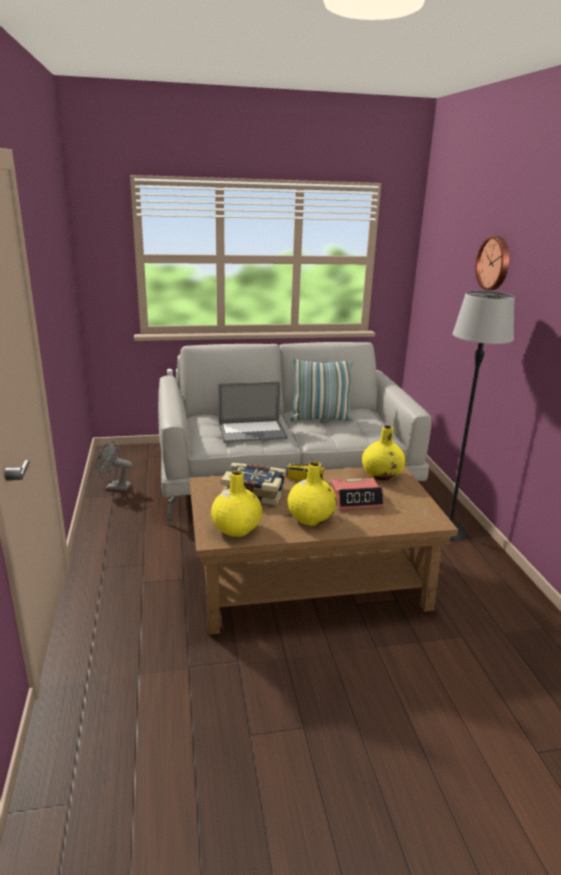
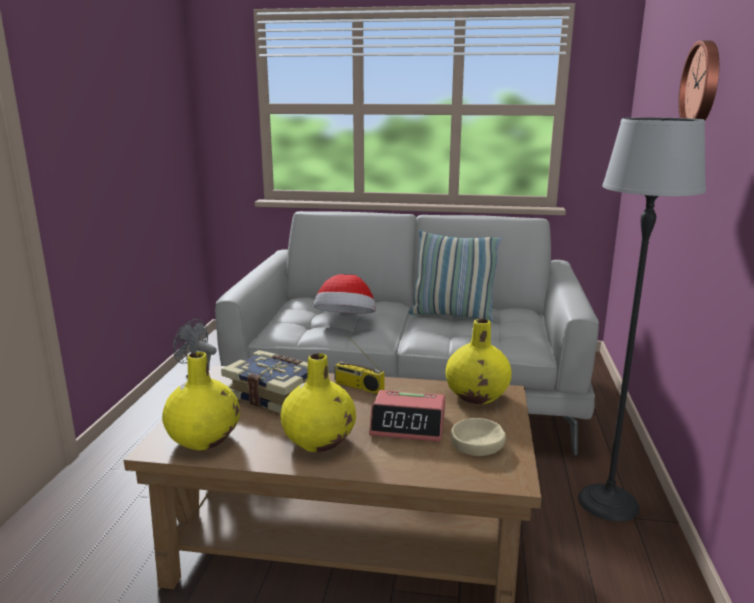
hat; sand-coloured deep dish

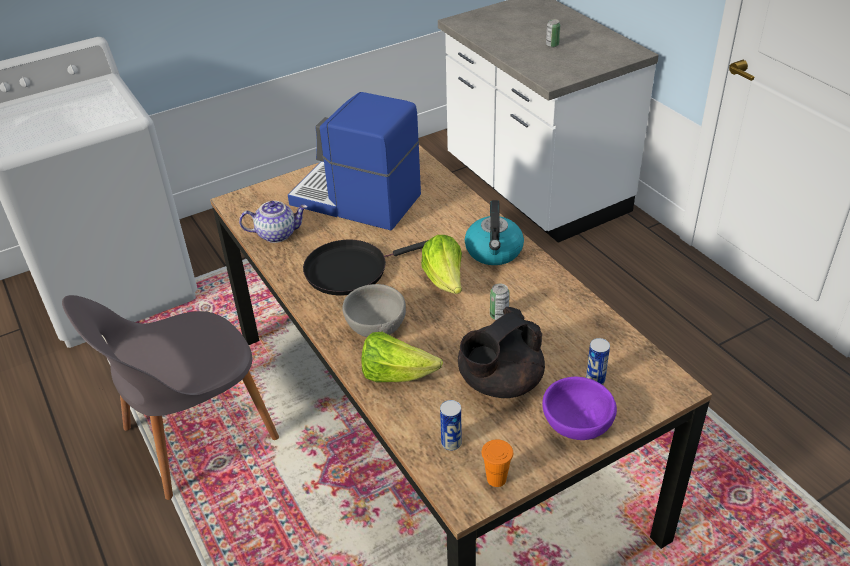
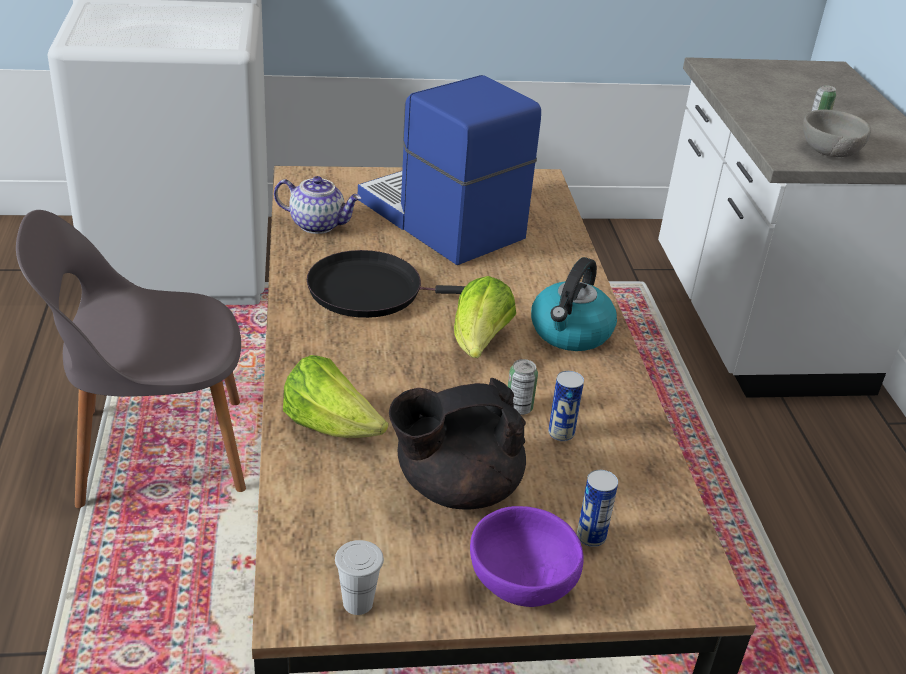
white-coloured drinking cup; sealed can (no. 2 from left); greyish deep dish

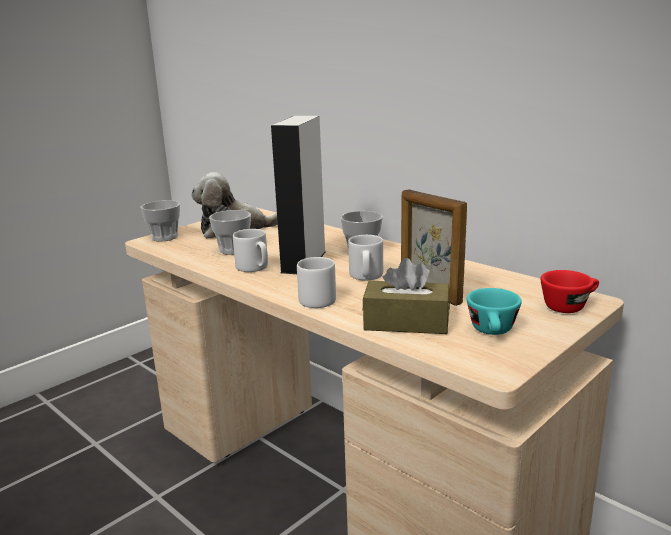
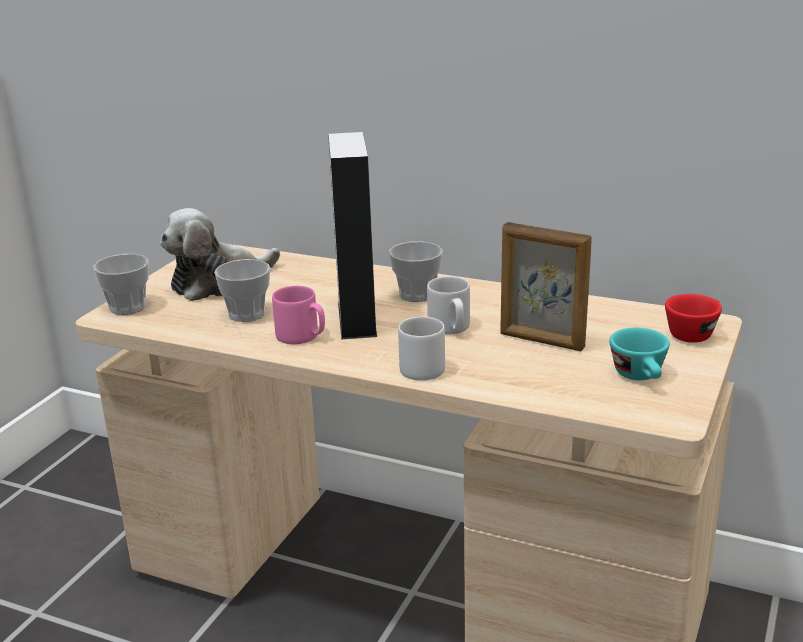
pinkish coffee mug; brown tissue holder

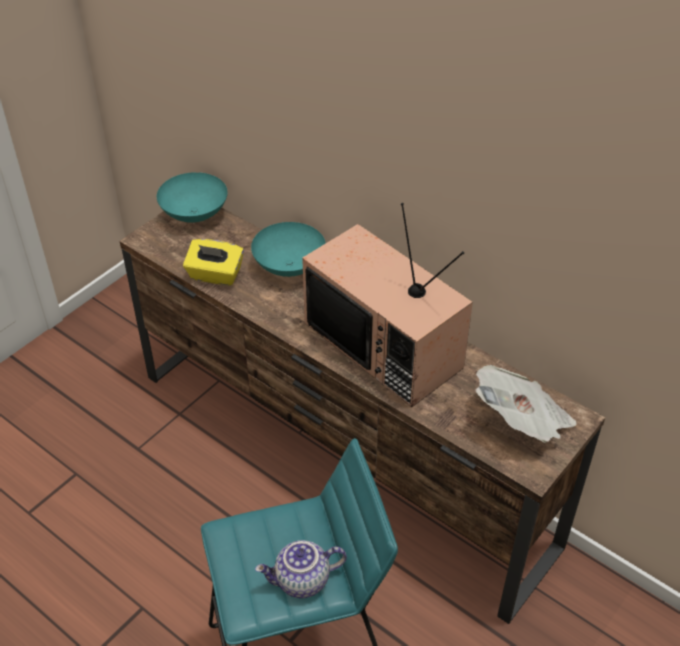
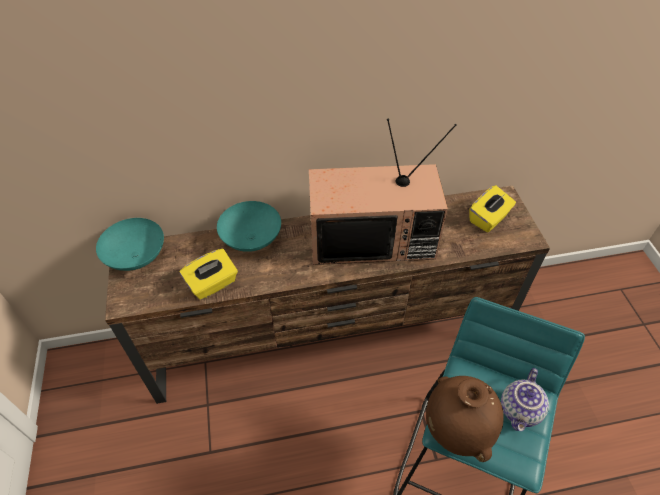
brown vase; yellow-coloured tissue holder (no. 2 from left)

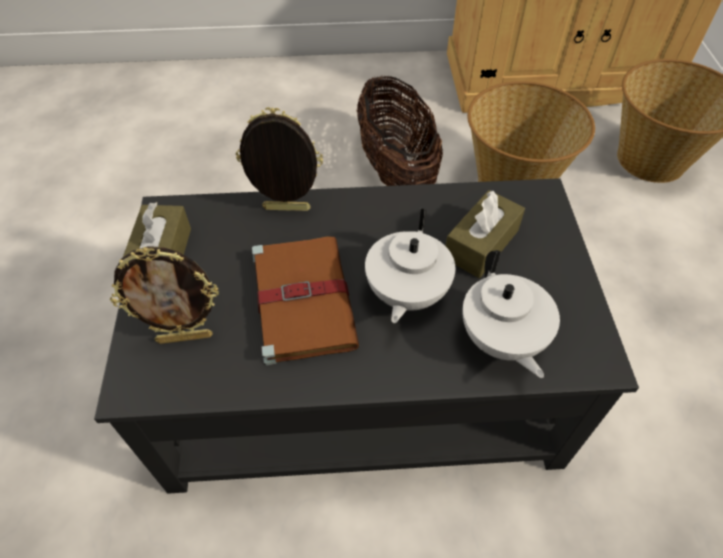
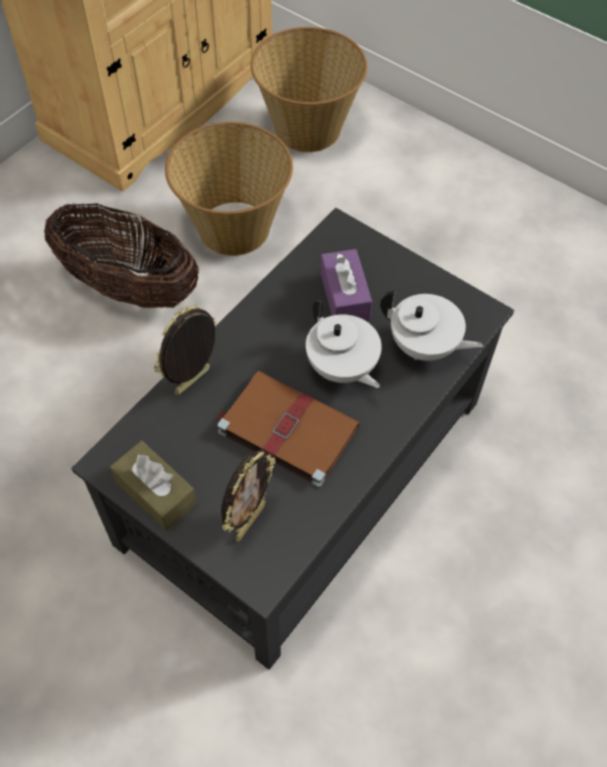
purplish tissue holder

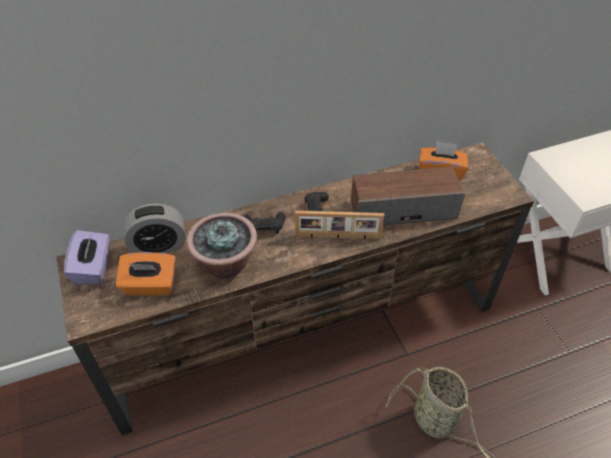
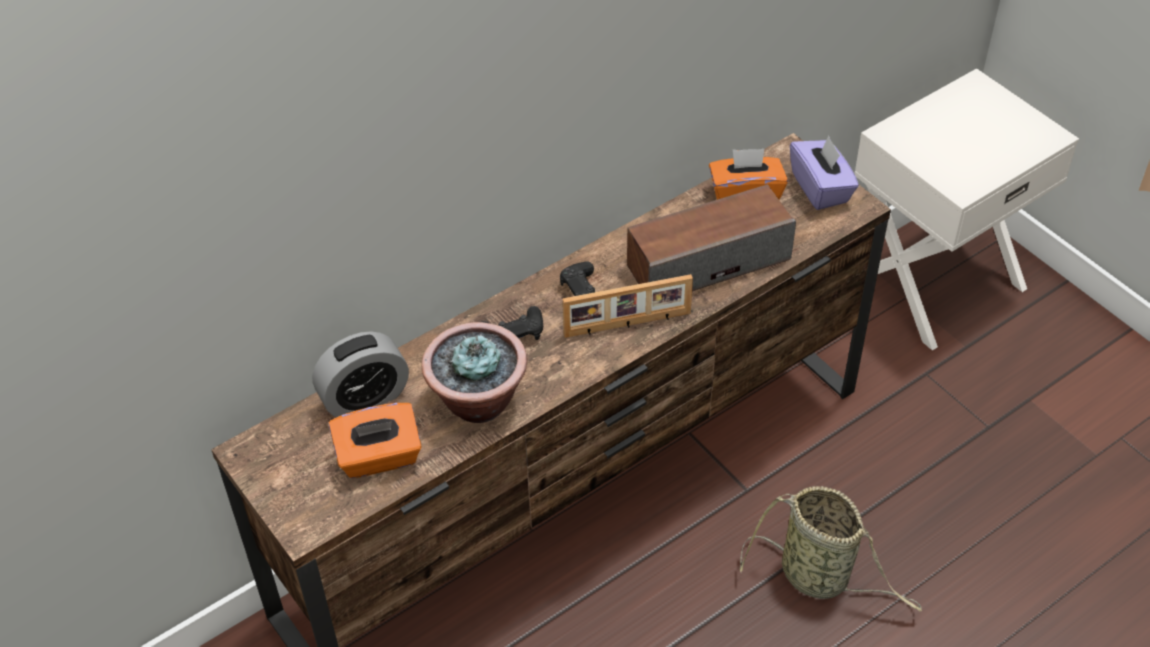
purplish tissue holder

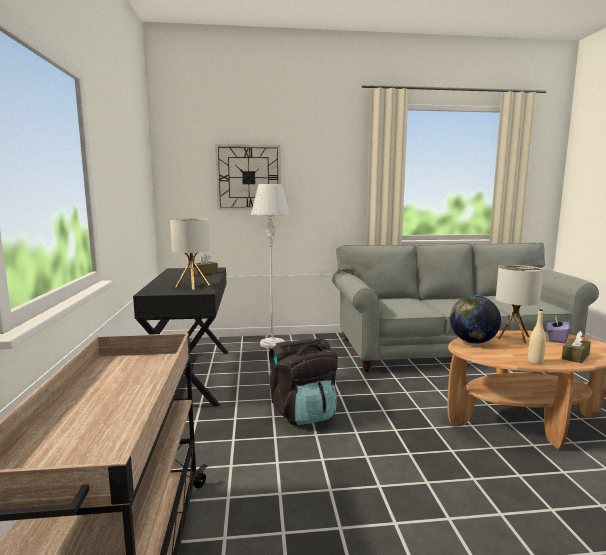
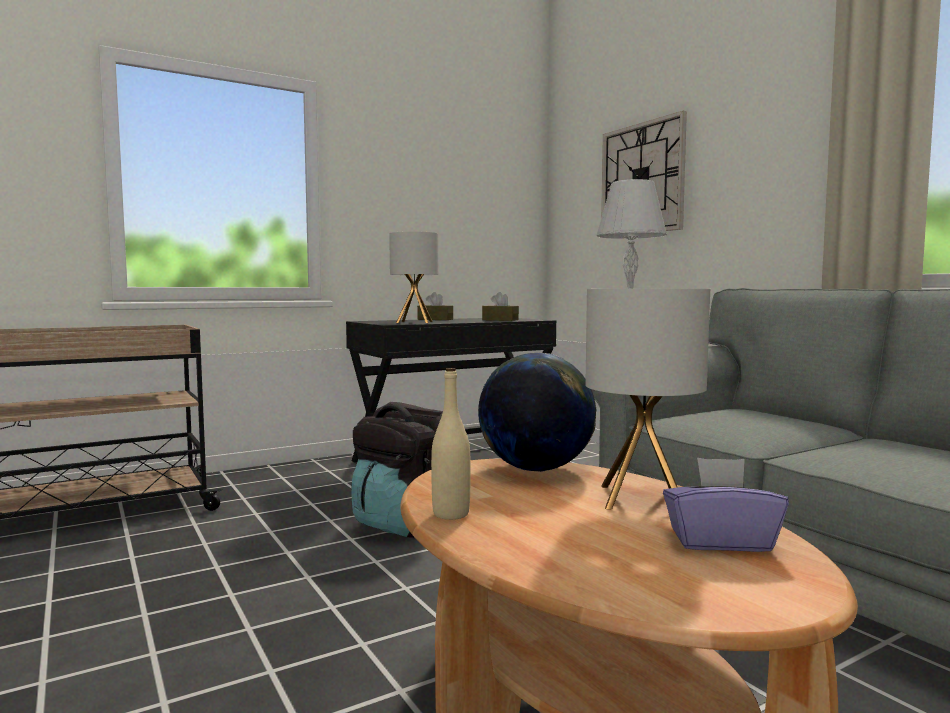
brown tissue holder (no. 1 from left)

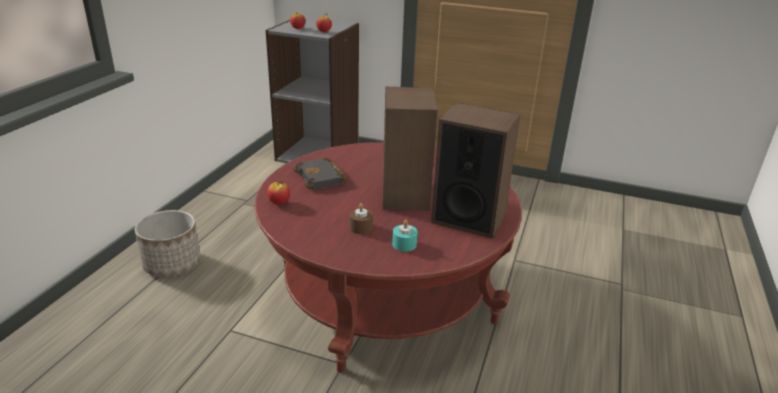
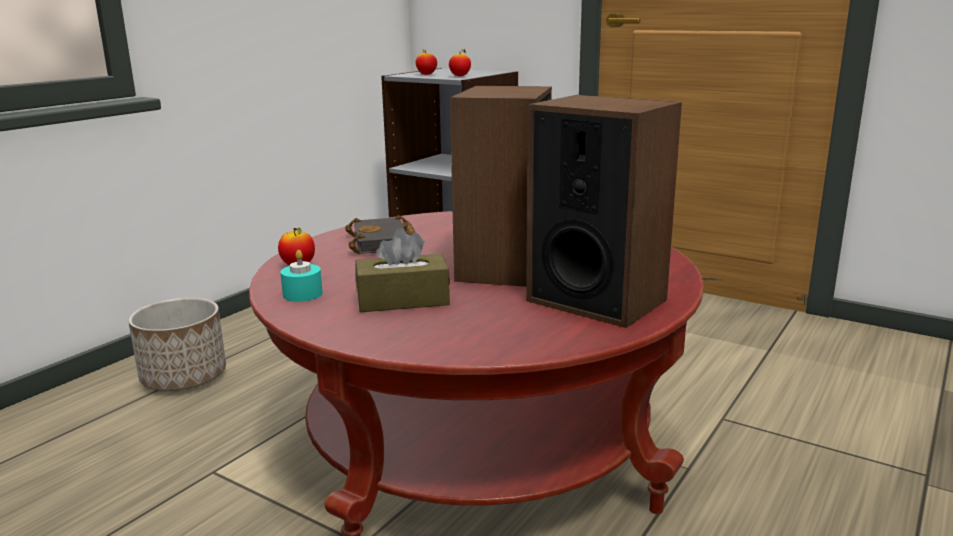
turquoise-coloured wax light; brown tissue holder

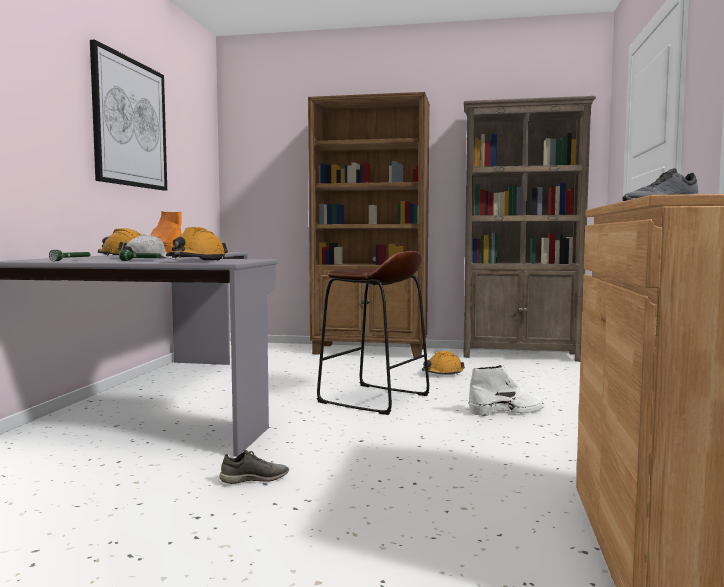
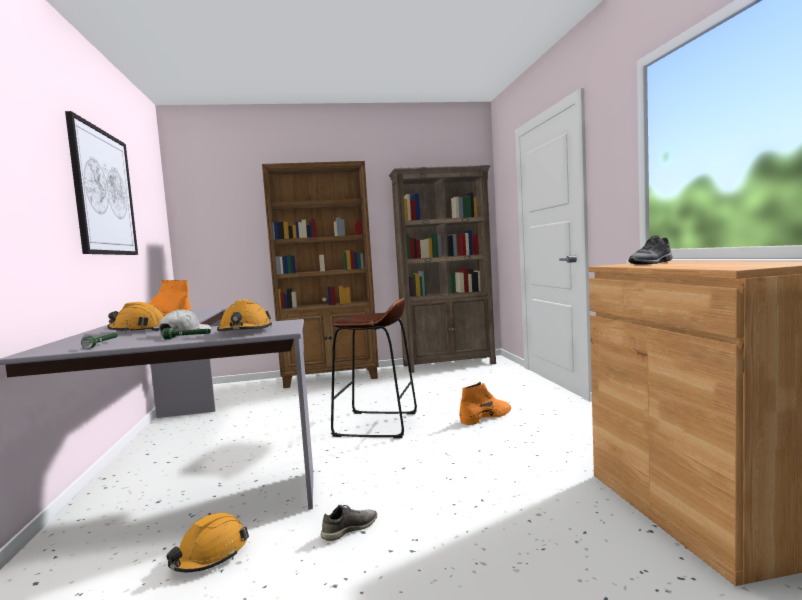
orangey hard hat (no. 2 from left); orangey tall boot (no. 2 from left)

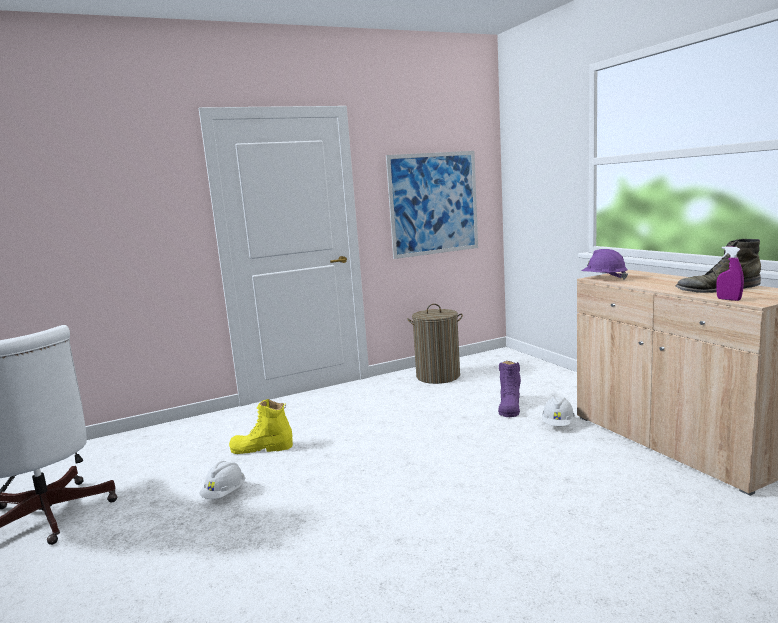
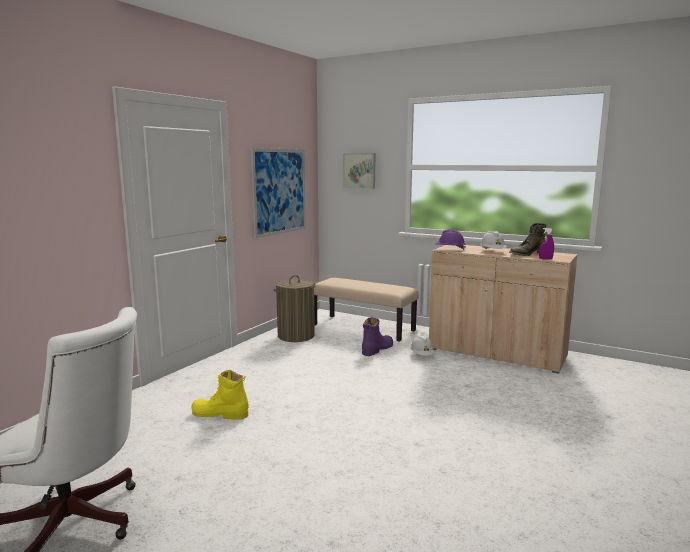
yellow-coloured tall boot; sand-coloured indoor bench; picture (no. 2 from left); purplish tall boot; white-coloured hard hat (no. 2 from left)

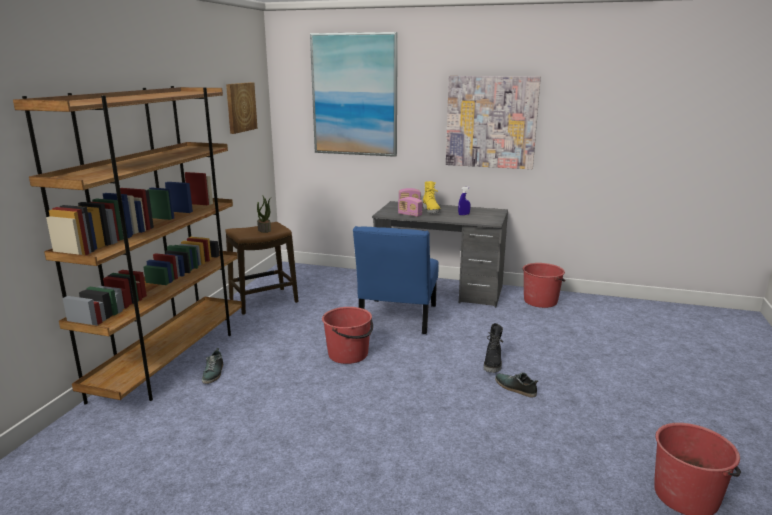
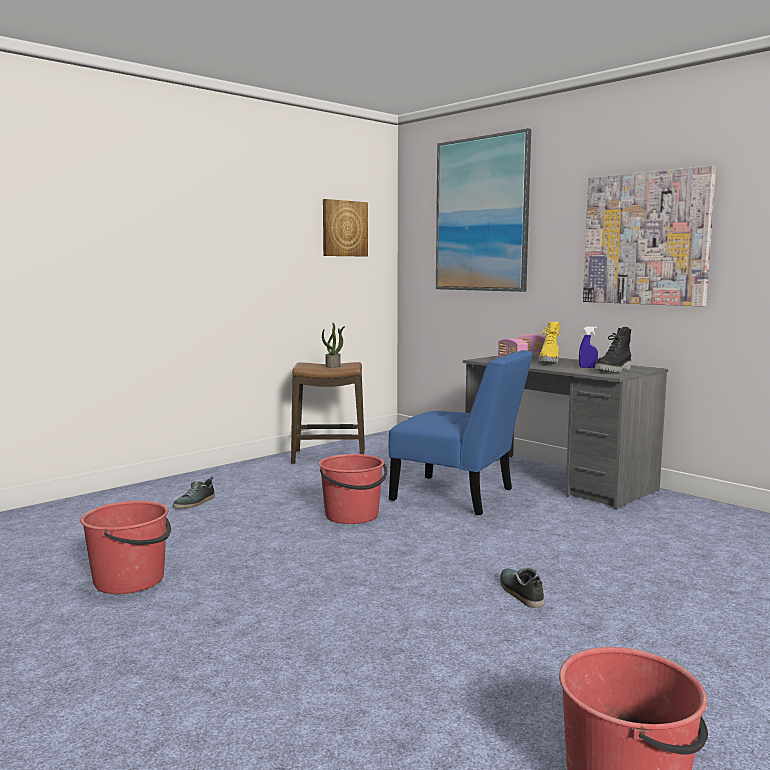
reddish pail (no. 1 from left); blue-coloured upright chair; blackish tall boot; brown bookcase

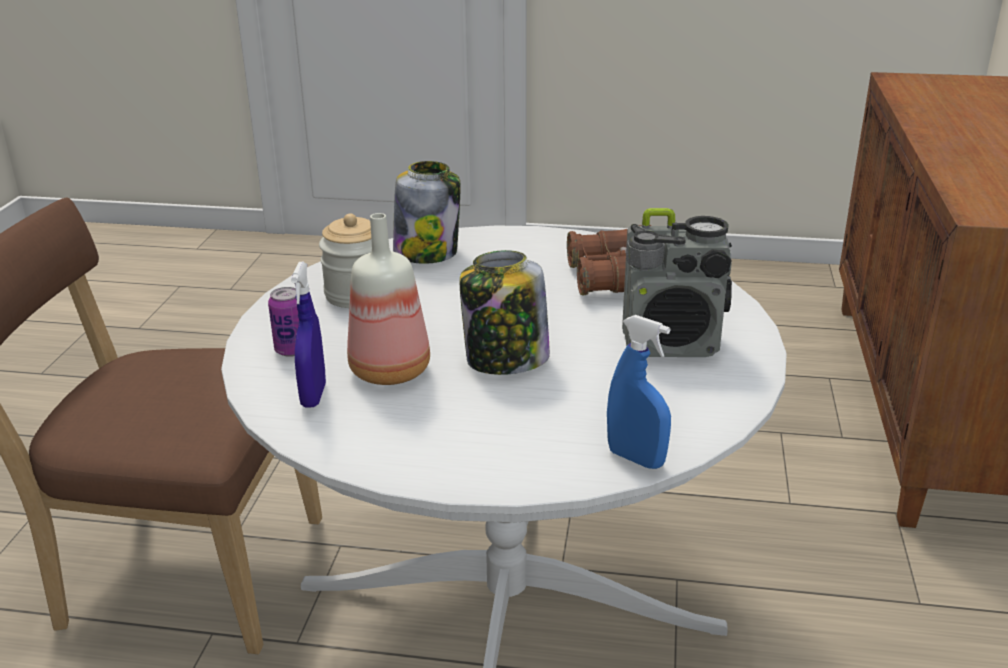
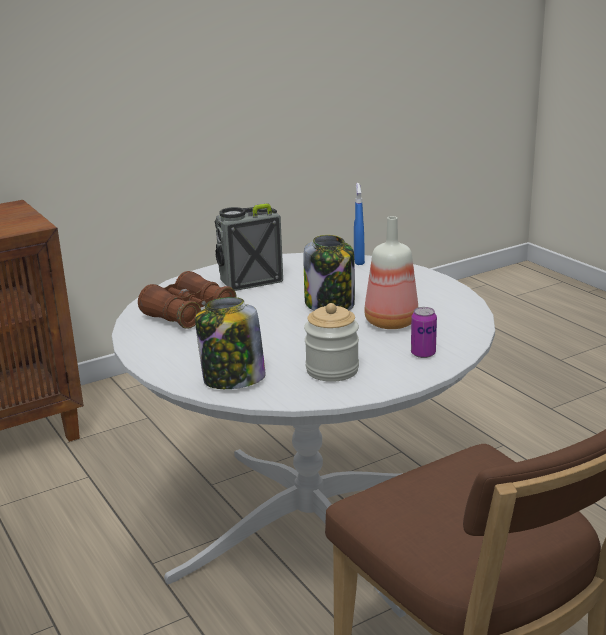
radio; blue-coloured spray bottle (no. 1 from left in the first image)

